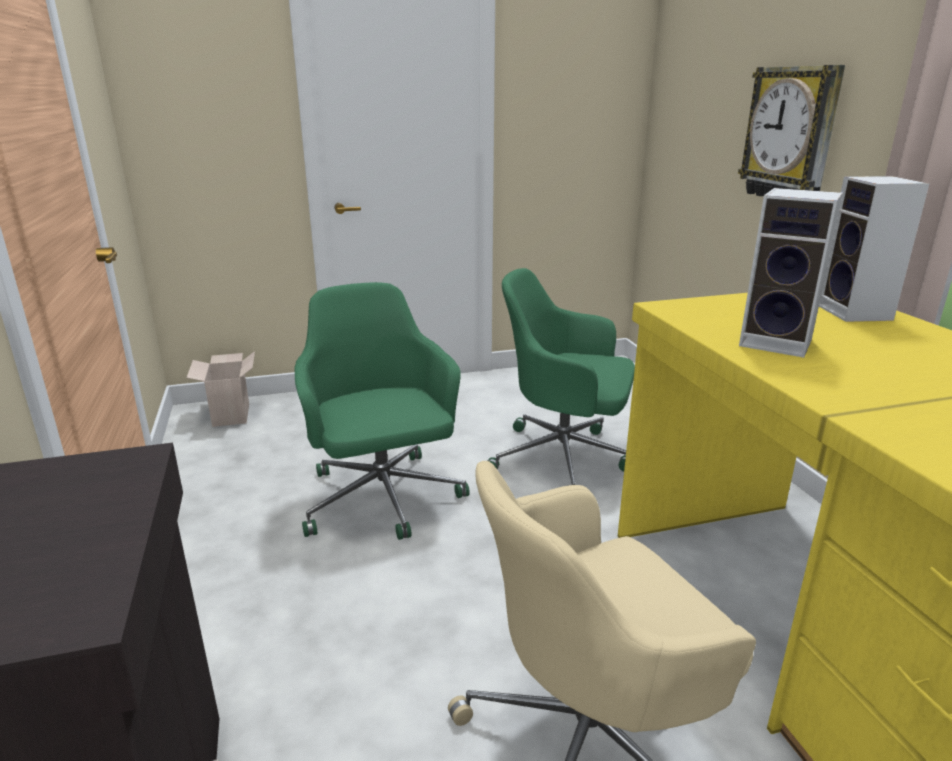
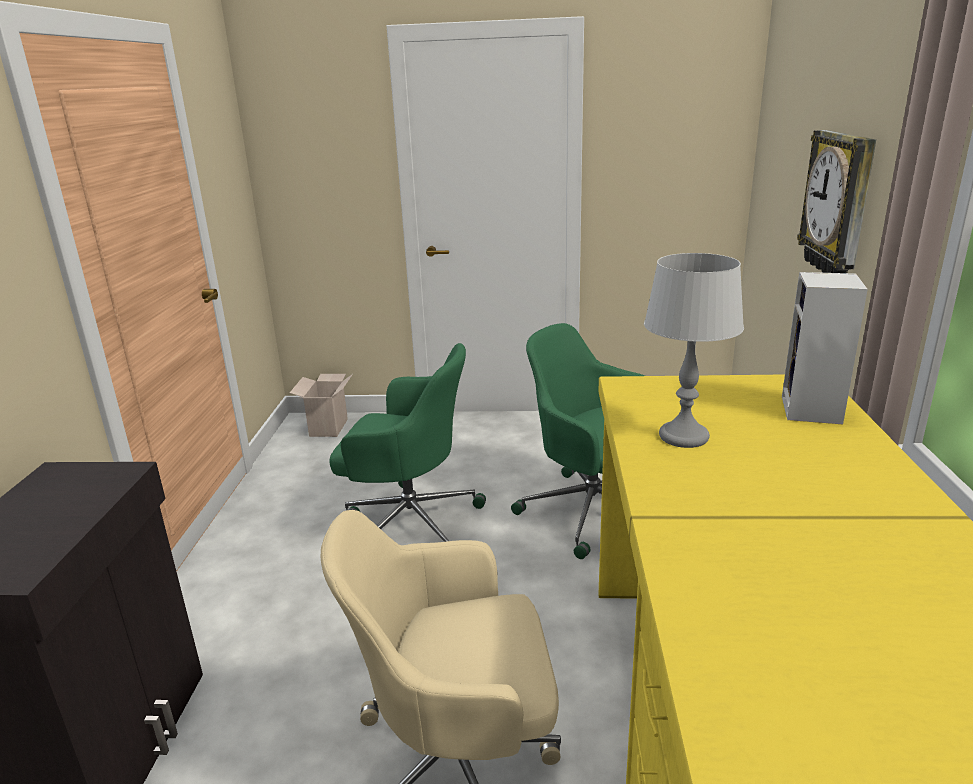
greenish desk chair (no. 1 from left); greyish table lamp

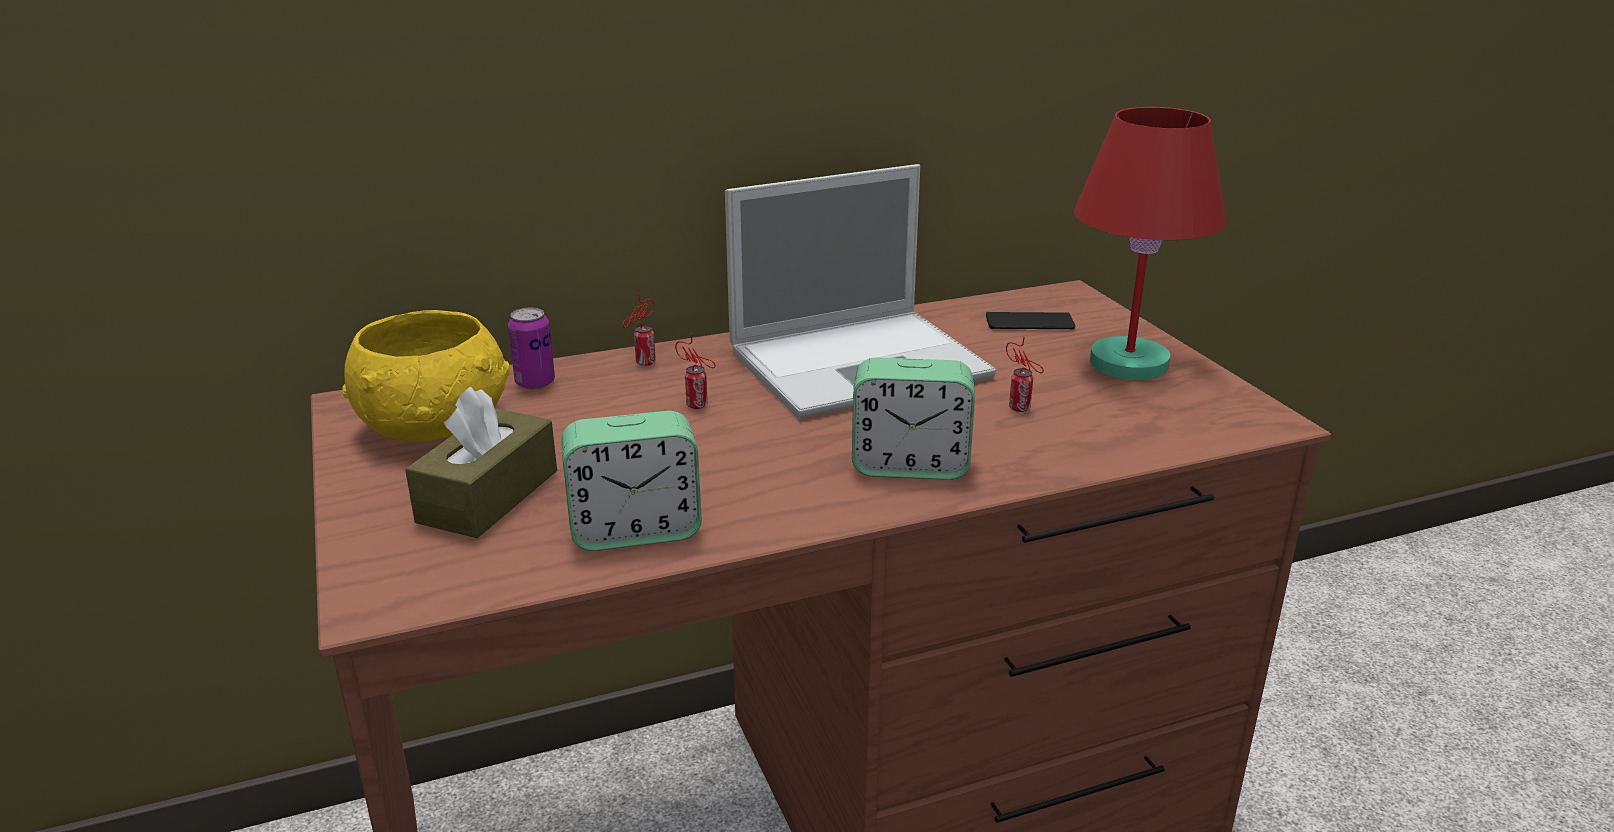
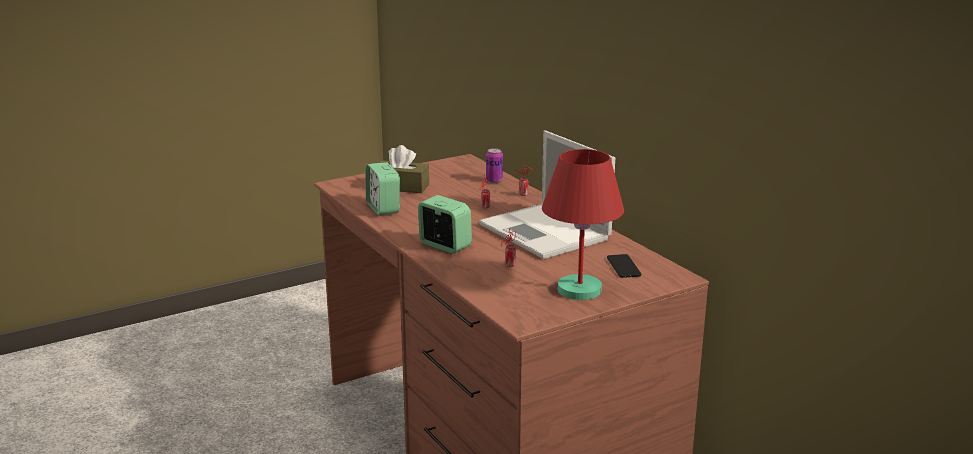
bedside clock (no. 2 from left); yellow-coloured deep dish

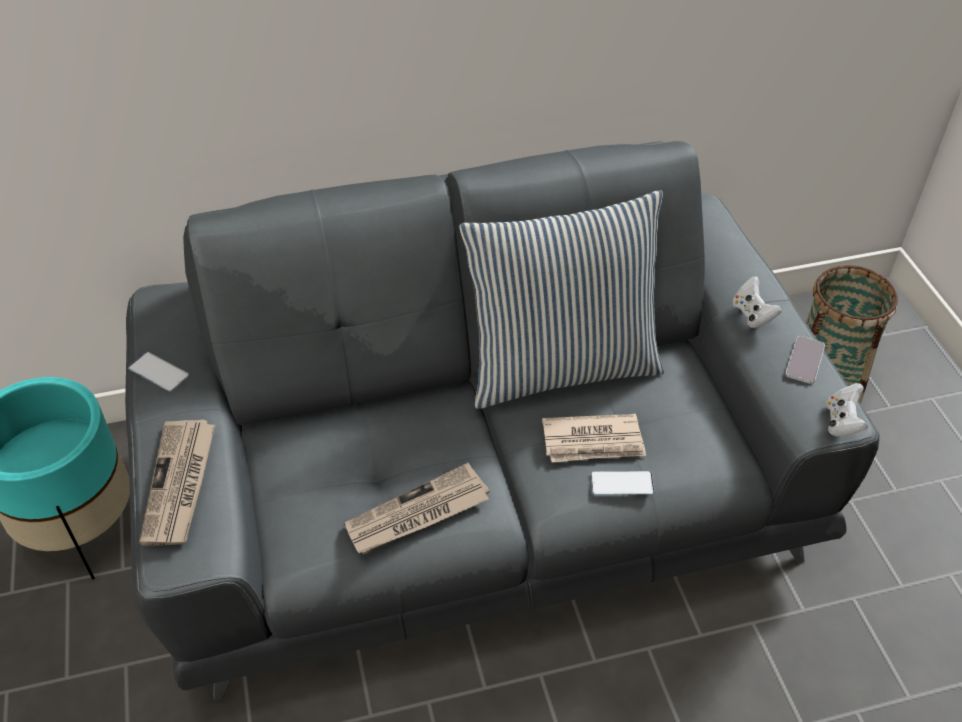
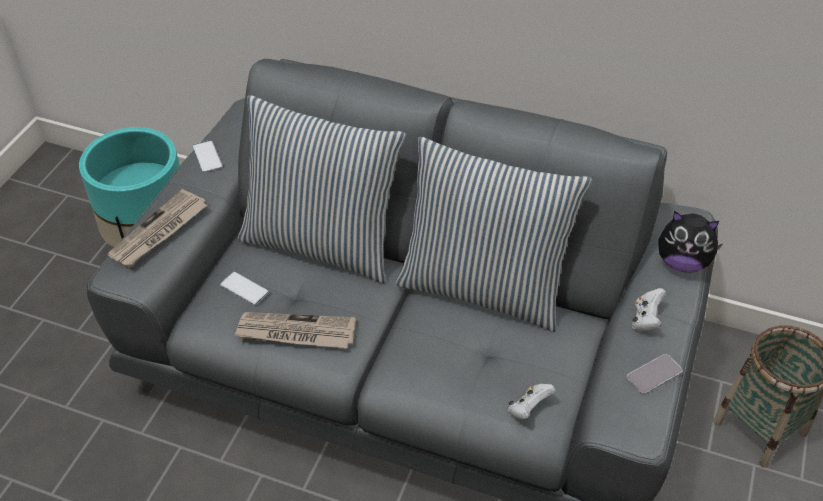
telephone (no. 2 from left); pillow (no. 1 from left); white-coloured game controller (no. 1 from left); plush toy; daily paper (no. 3 from left in the first image)

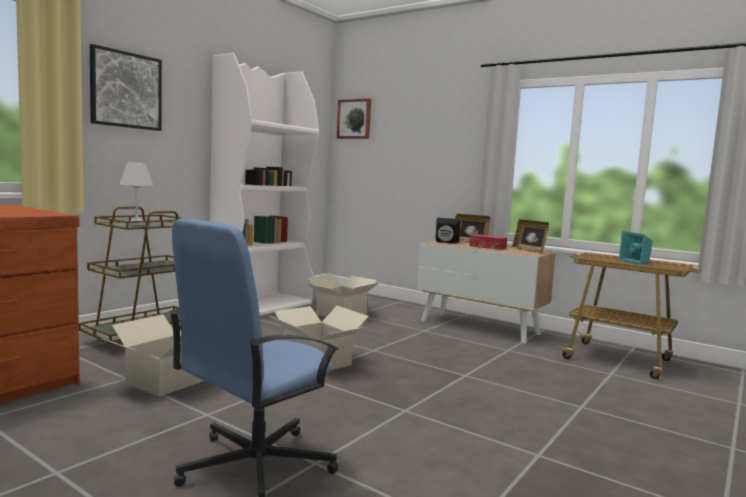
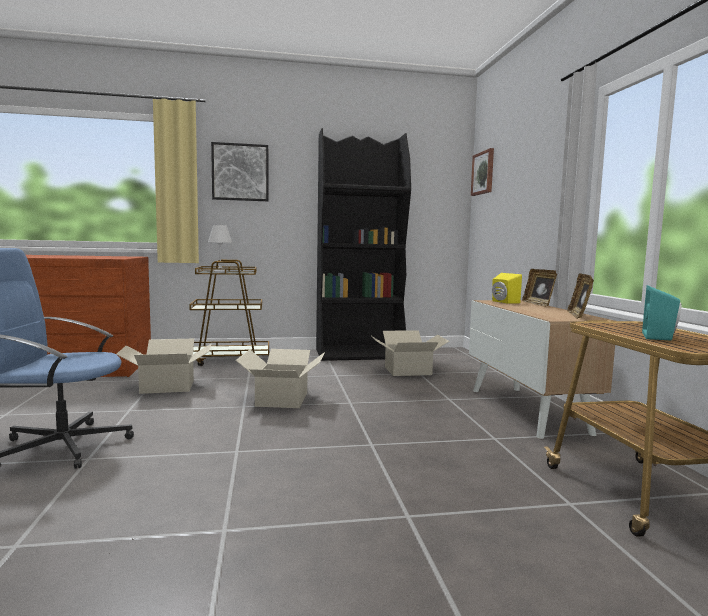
blackish bookcase; yellow-coloured speaker; tissue holder

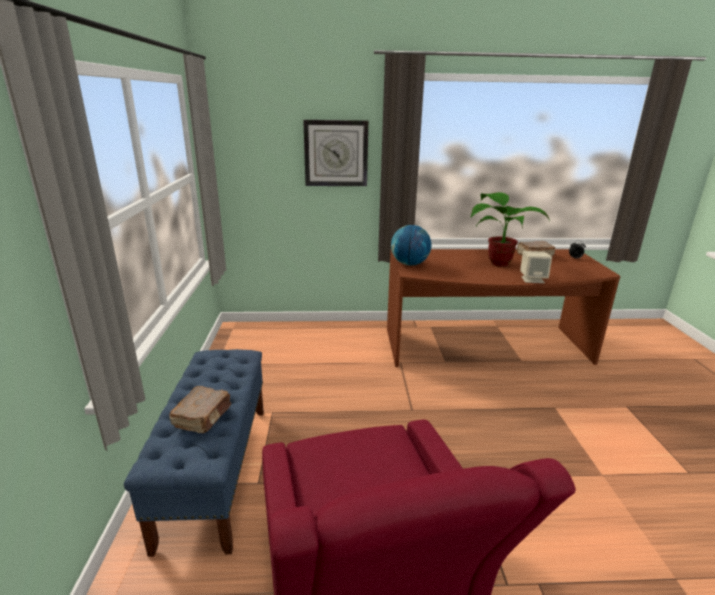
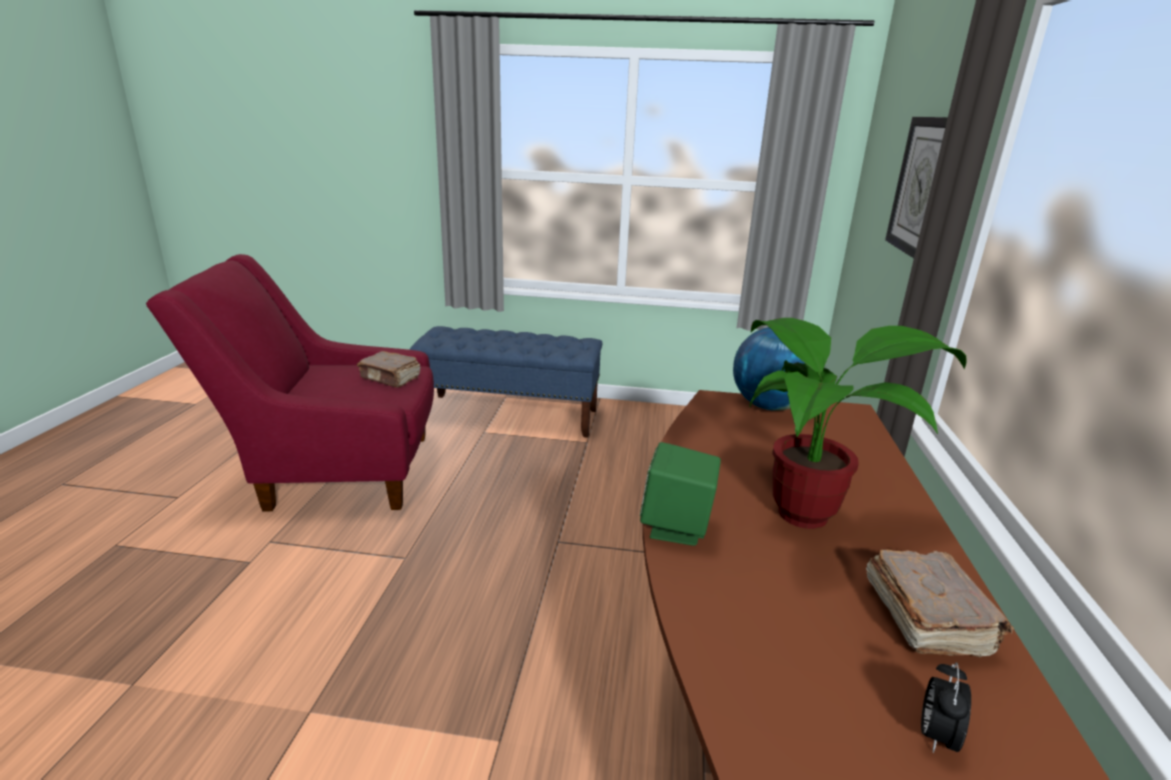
brown volume (no. 1 from left); greenish speaker

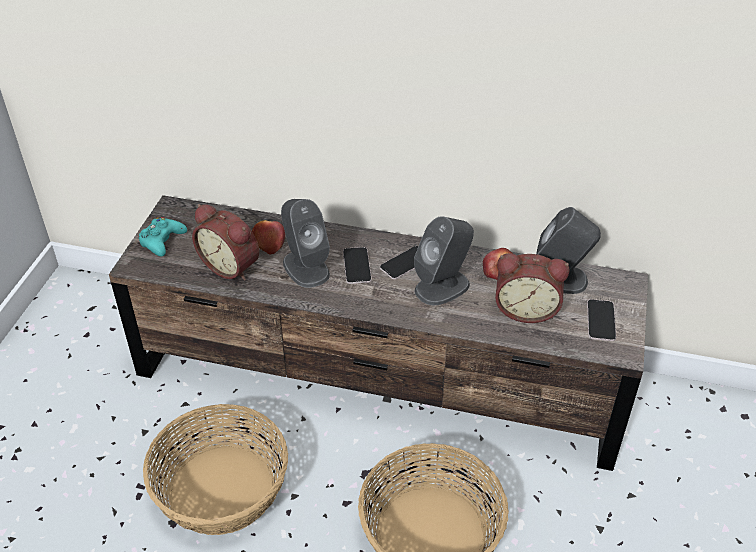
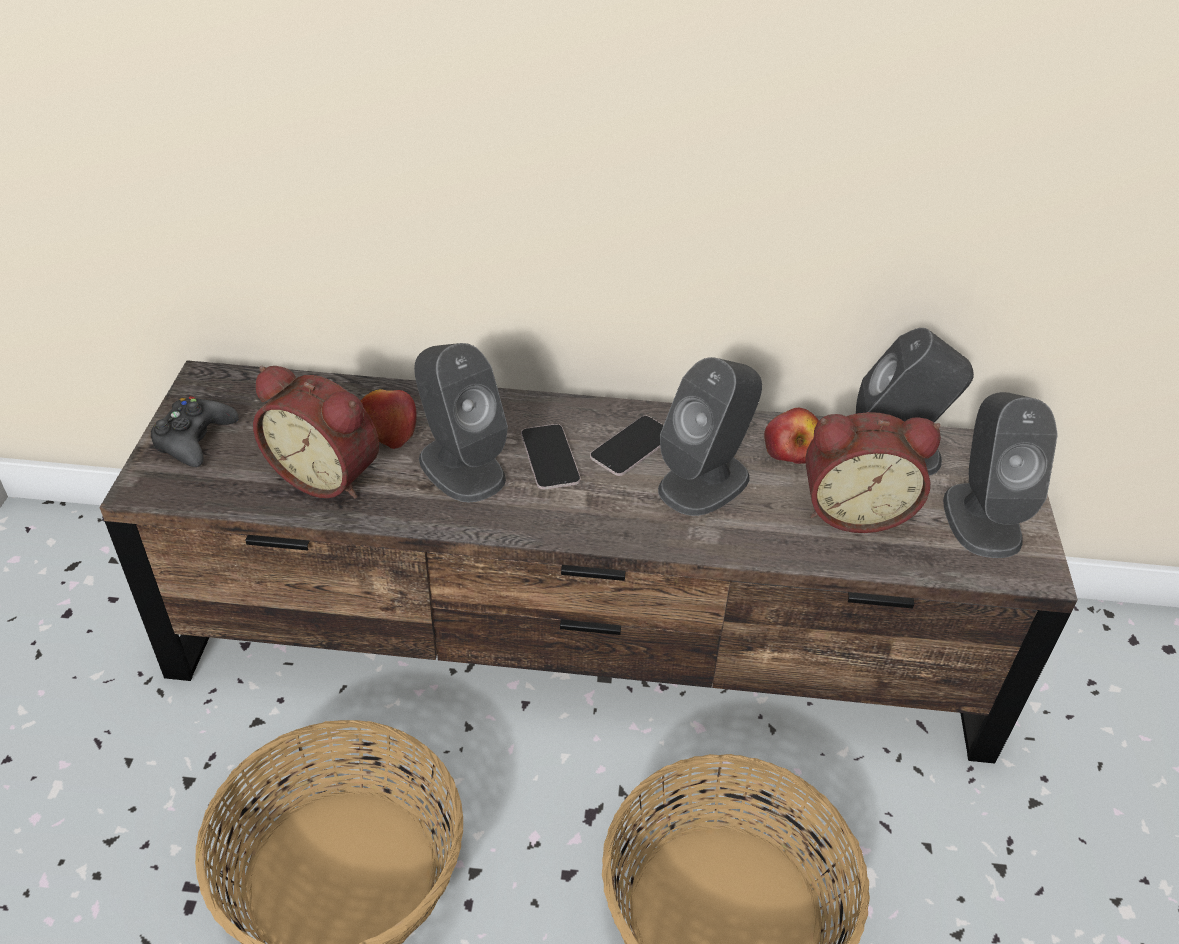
blackish game controller; greyish speaker (no. 4 from left)

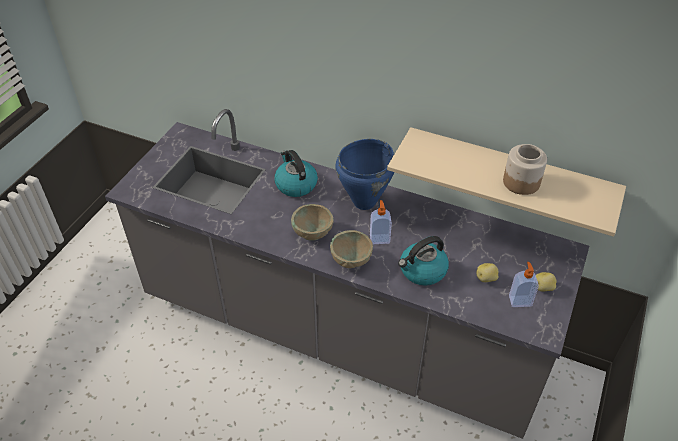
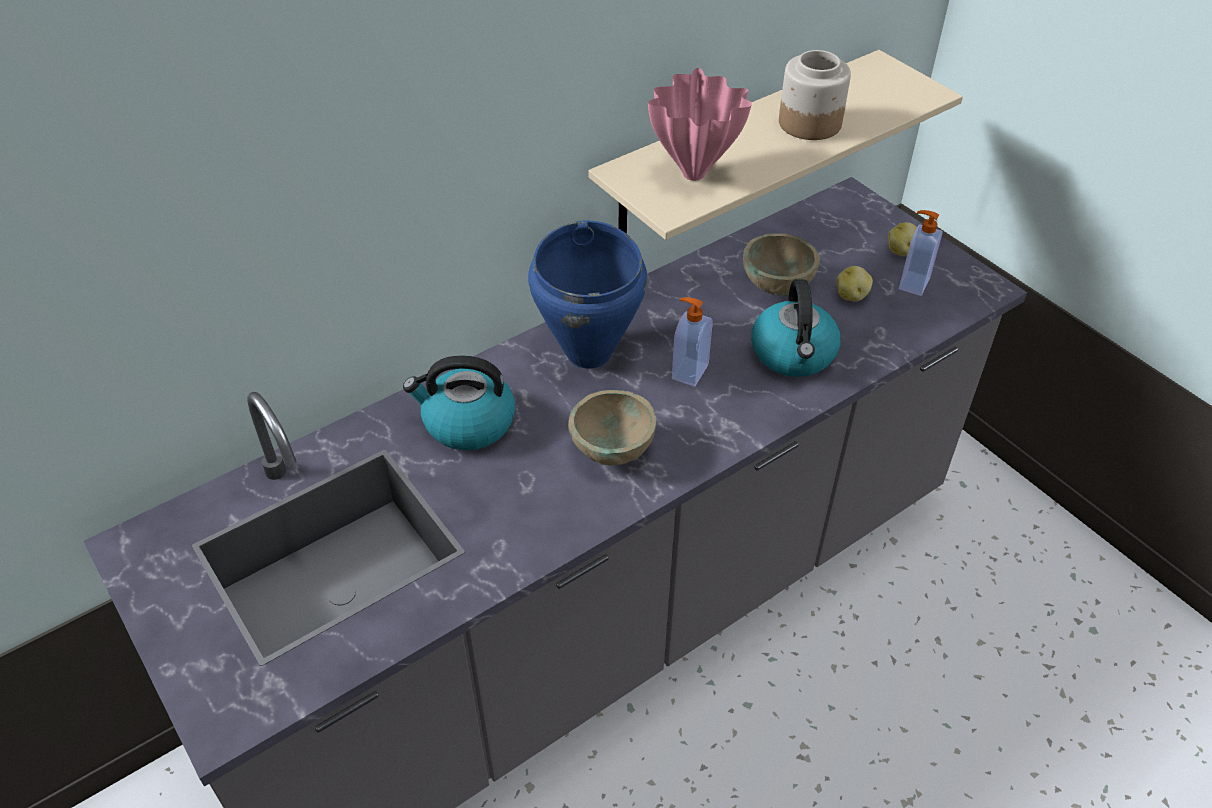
pinkish vase; sand-coloured deep dish (no. 2 from left)

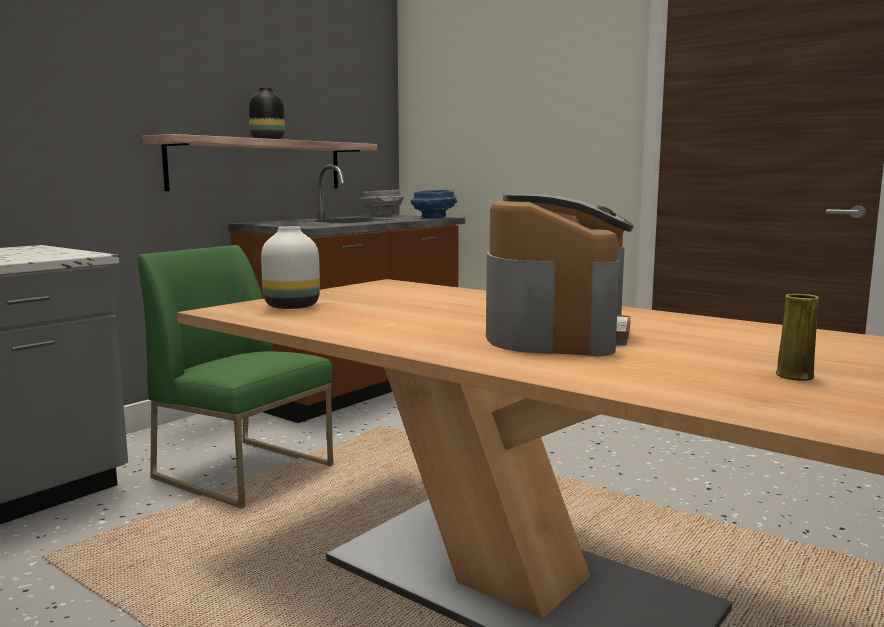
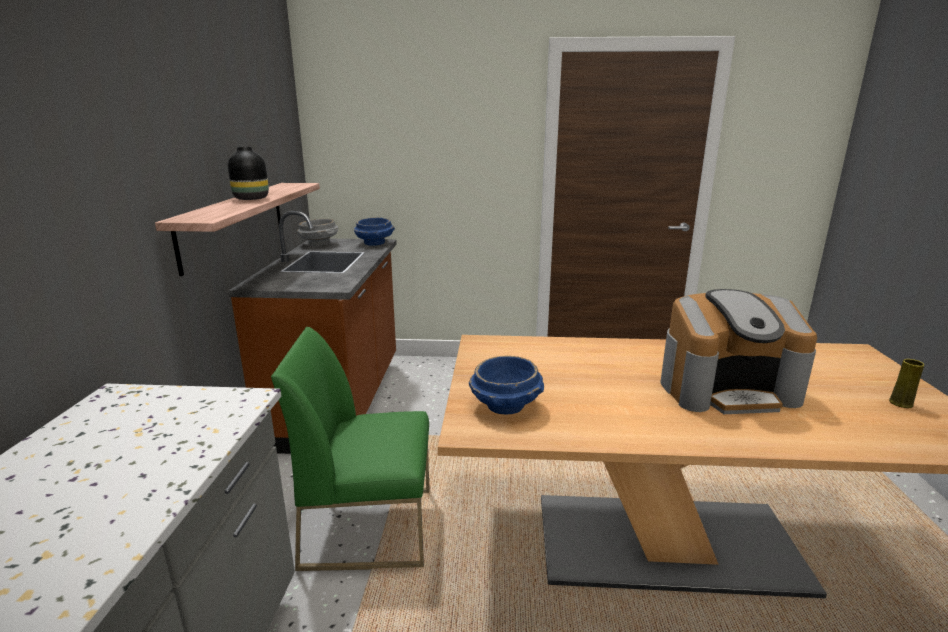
blue-coloured deep dish (no. 2 from left); coffee machine

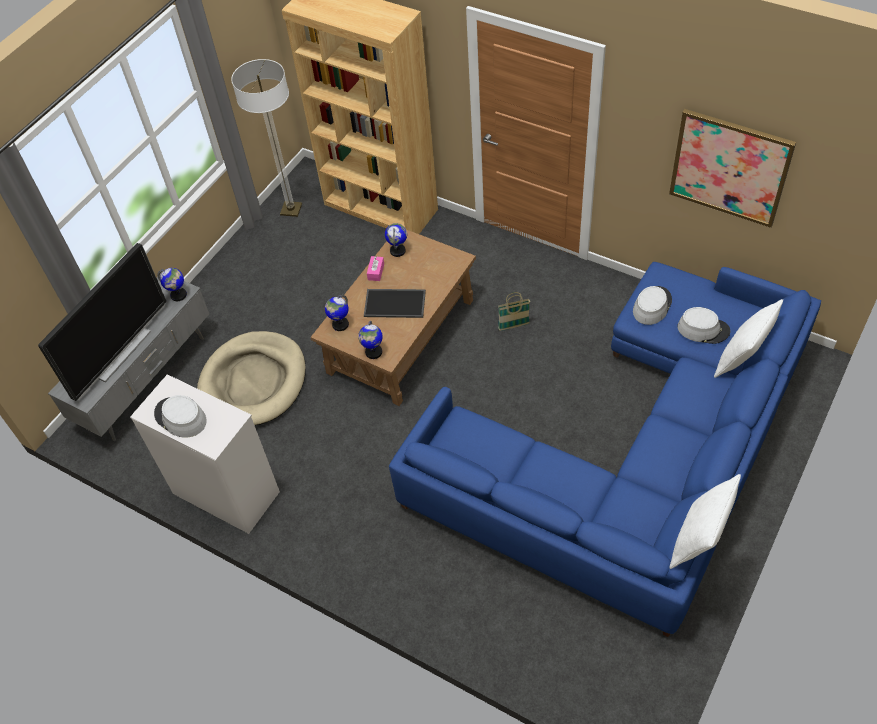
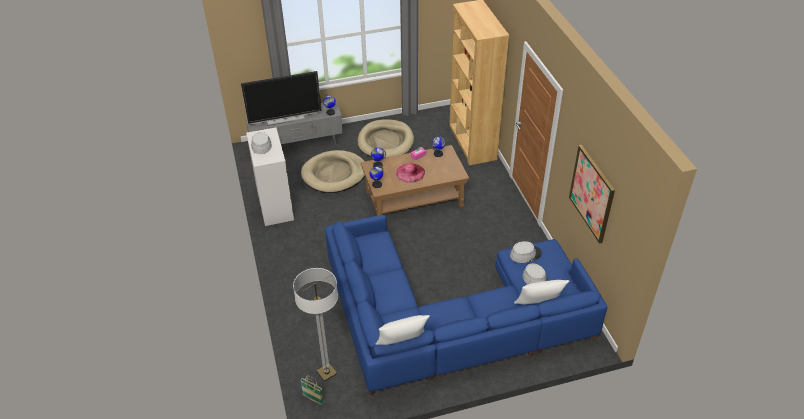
standard lamp; household basket; sand-coloured pet bed (no. 2 from left); pinkish hat

